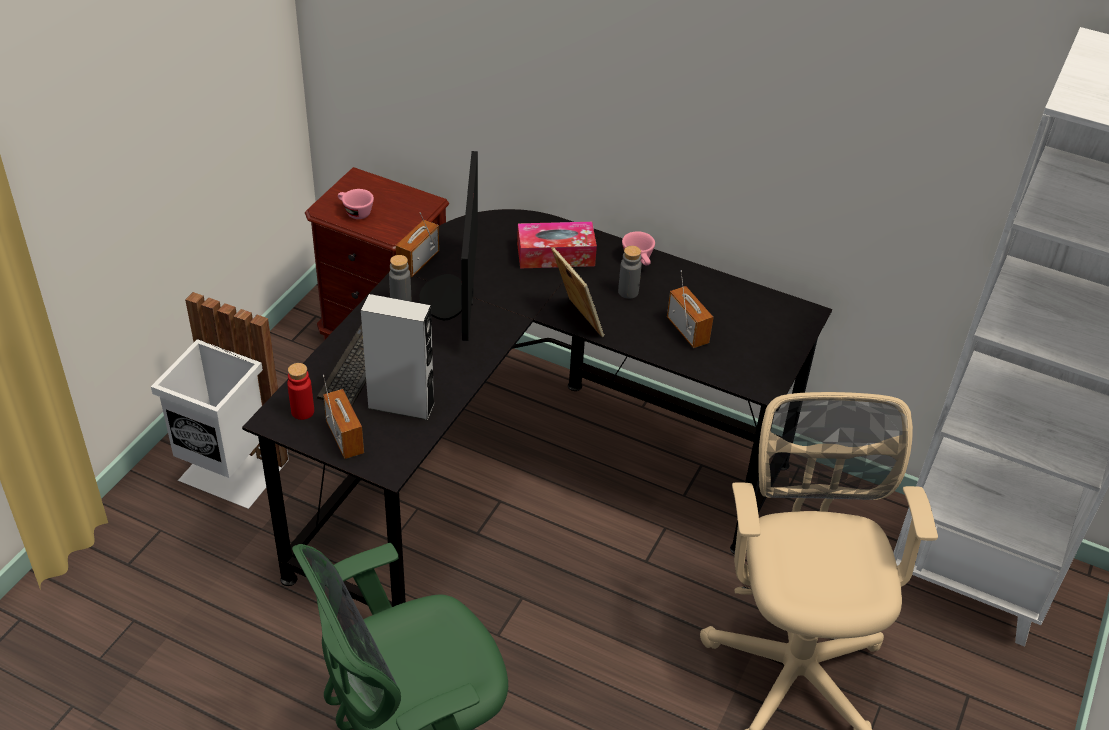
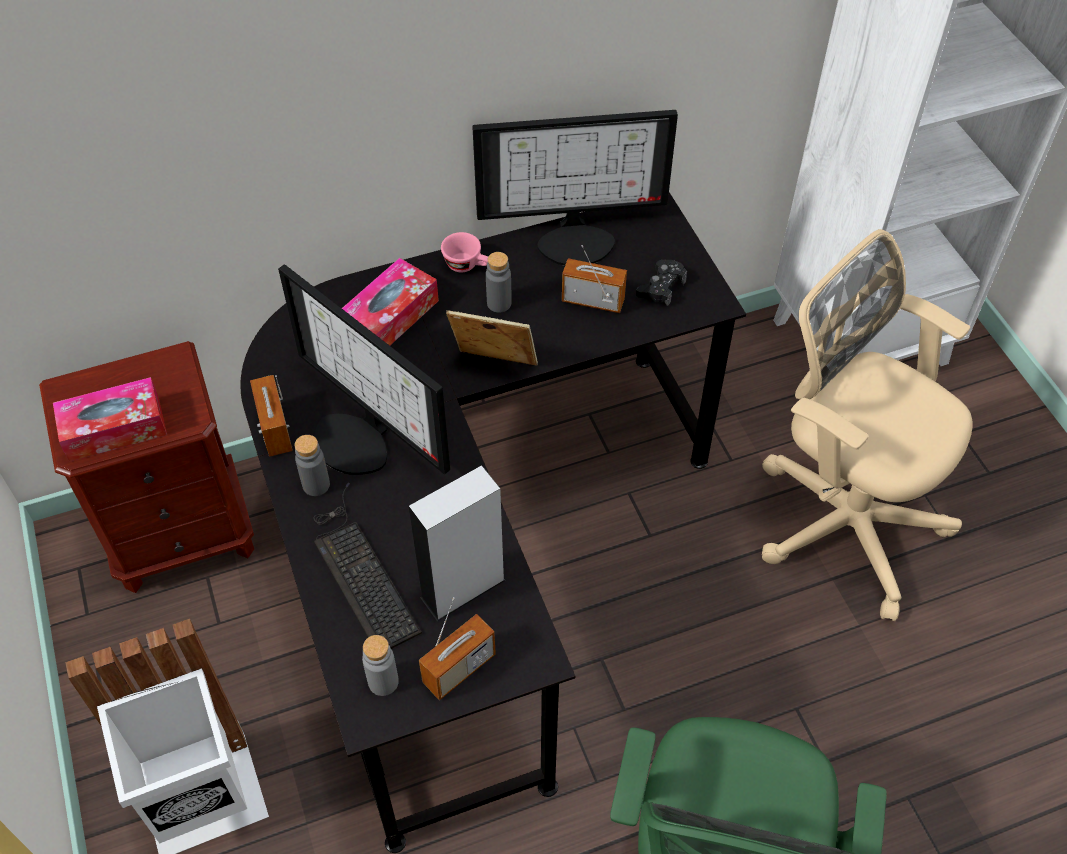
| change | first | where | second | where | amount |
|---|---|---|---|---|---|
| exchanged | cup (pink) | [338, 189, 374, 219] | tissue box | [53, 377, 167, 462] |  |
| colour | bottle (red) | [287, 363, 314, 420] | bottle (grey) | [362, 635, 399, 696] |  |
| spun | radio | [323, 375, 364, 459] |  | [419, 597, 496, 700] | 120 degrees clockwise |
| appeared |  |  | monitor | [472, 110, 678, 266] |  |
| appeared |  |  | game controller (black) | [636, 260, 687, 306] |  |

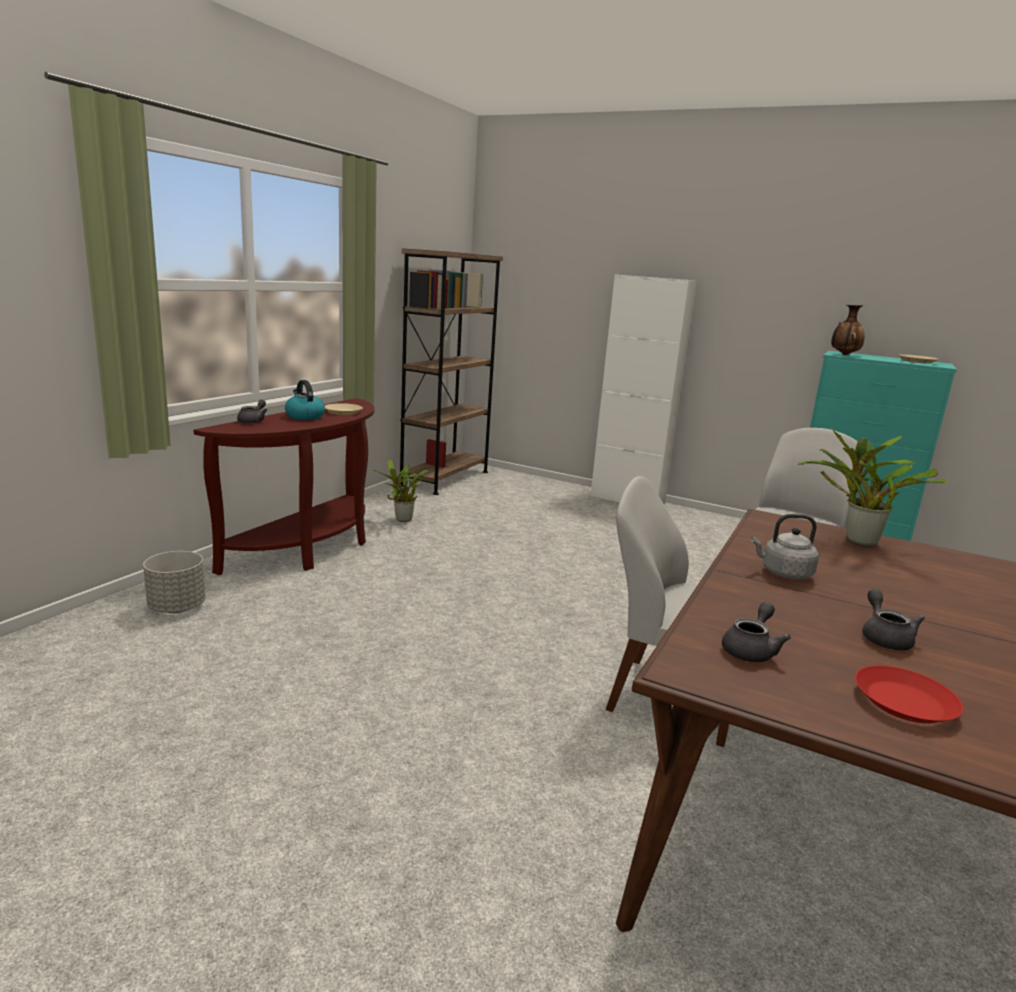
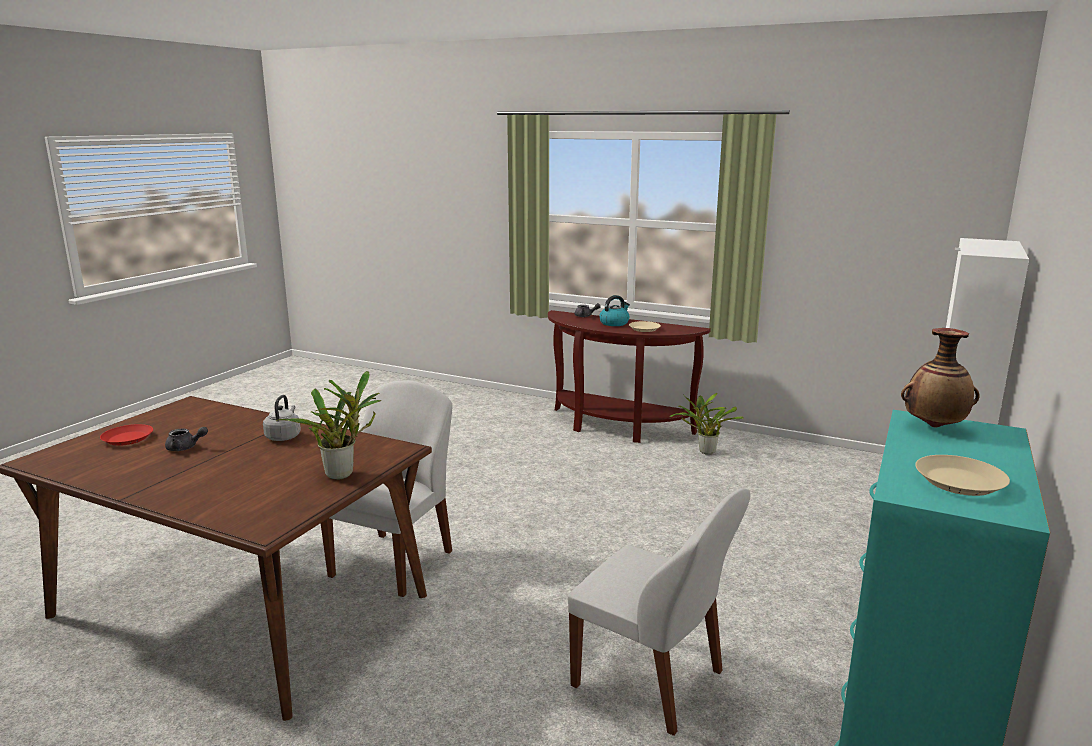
| change | first | where | second | where | amount |
|---|---|---|---|---|---|
| missing | planter (grey) | [143, 551, 206, 613] |  |  |  |
| missing | bookcase (brown) | [400, 248, 503, 495] |  |  |  |
| missing | teapot (grey) | [722, 602, 791, 662] |  |  |  |

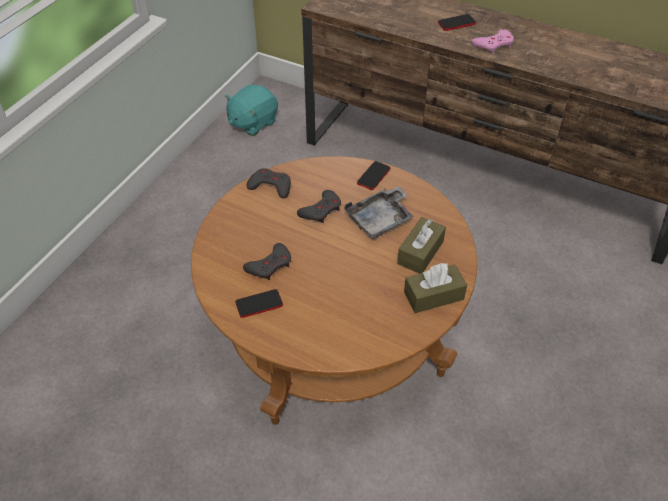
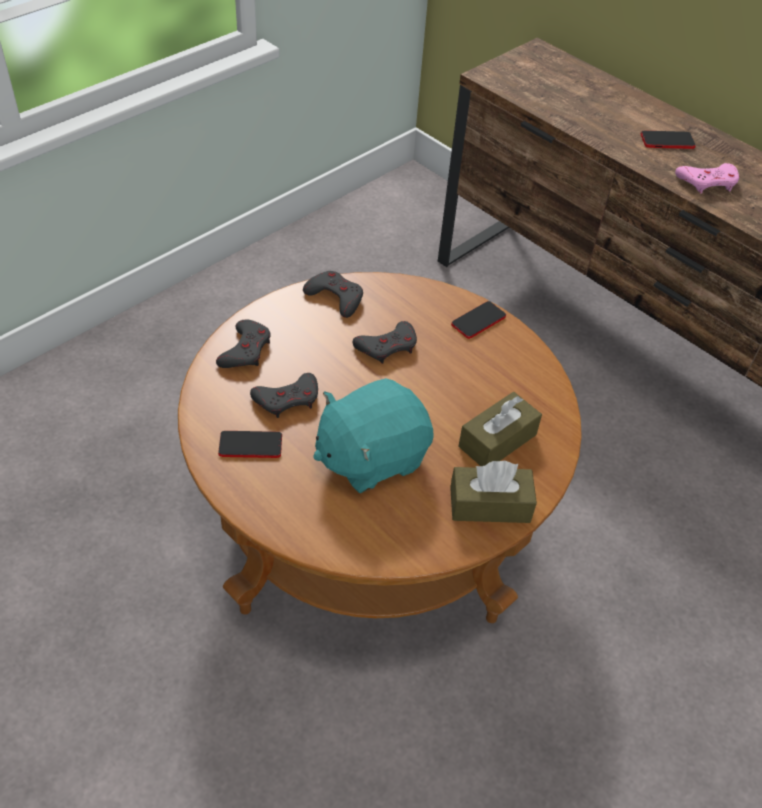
| change | first | where | second | where | amount |
|---|---|---|---|---|---|
| appeared |  |  | game controller (grey) | [216, 320, 270, 368] |  |
| relocated | plush toy (turquoise) | [225, 84, 278, 136] |  | [313, 378, 434, 493] |  |
| missing | tray (grey) | [345, 186, 414, 239] |  |  |  |

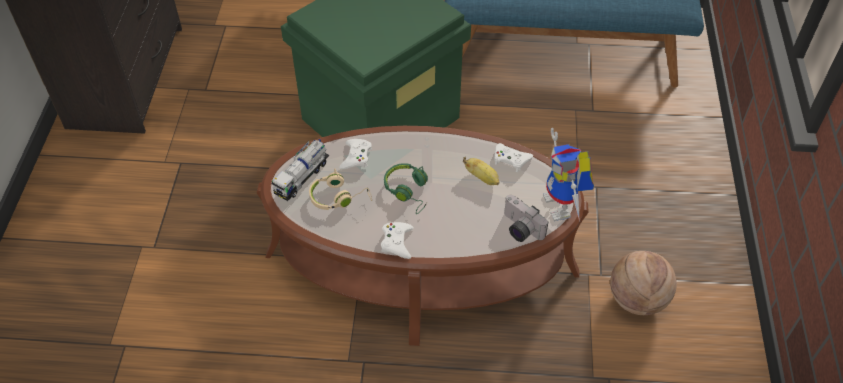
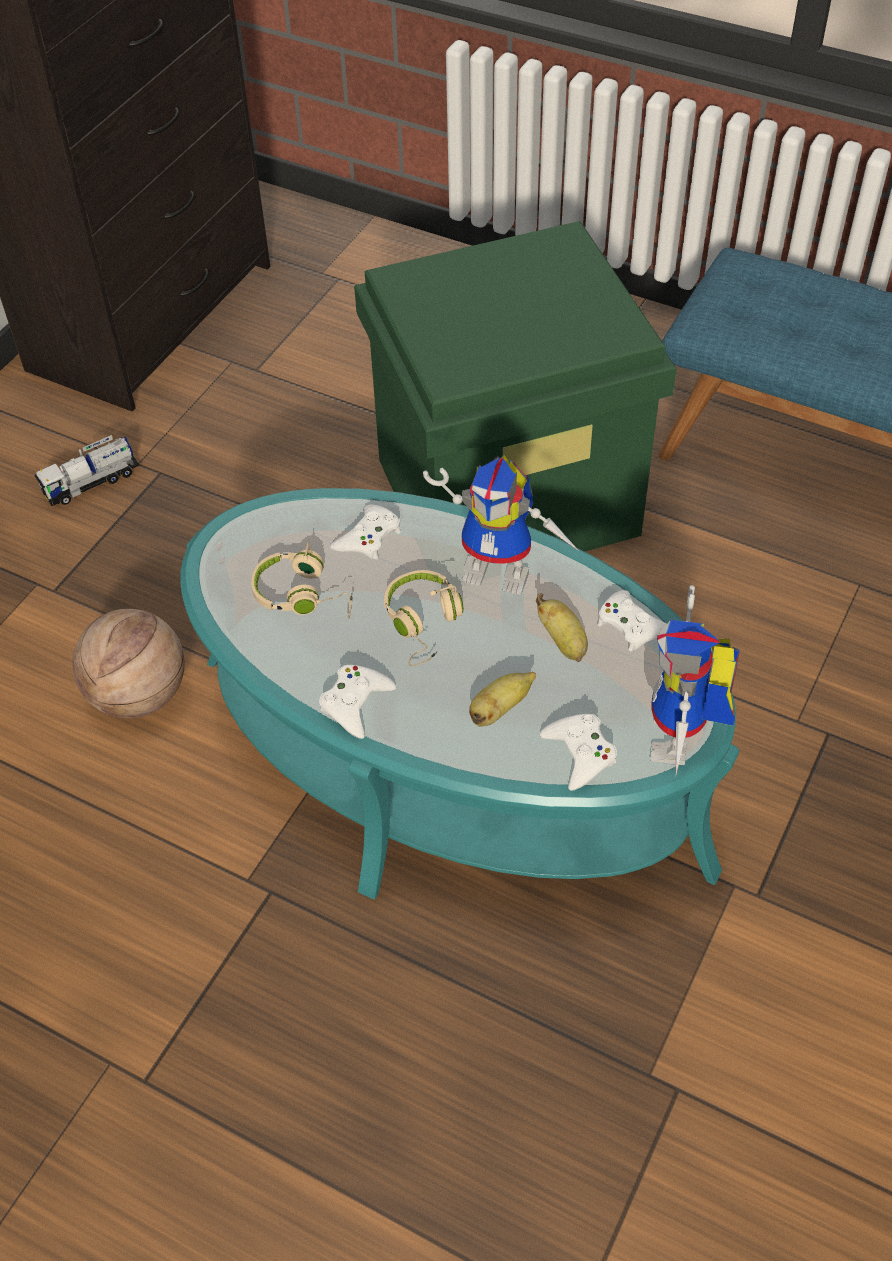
| change | first | where | second | where | amount |
|---|---|---|---|---|---|
| relocated | toy truck | [271, 139, 329, 201] |  | [35, 435, 140, 506] |  |
| relocated | basketball | [610, 251, 677, 315] |  | [72, 609, 185, 718] |  |
| colour | coffee table (brown) | [257, 126, 589, 346] | coffee table (turquoise) | [180, 488, 739, 900] |  |
| colour | headphones (green) | [384, 163, 428, 214] | headphones (beige) | [384, 570, 463, 666] |  |
| appeared |  |  | toy robot | [423, 455, 580, 595] |  |
| appeared |  |  | banana | [469, 672, 536, 727] |  |
| exchanged | photo camera | [504, 195, 548, 242] | game controller (white) | [540, 714, 617, 791] |  |

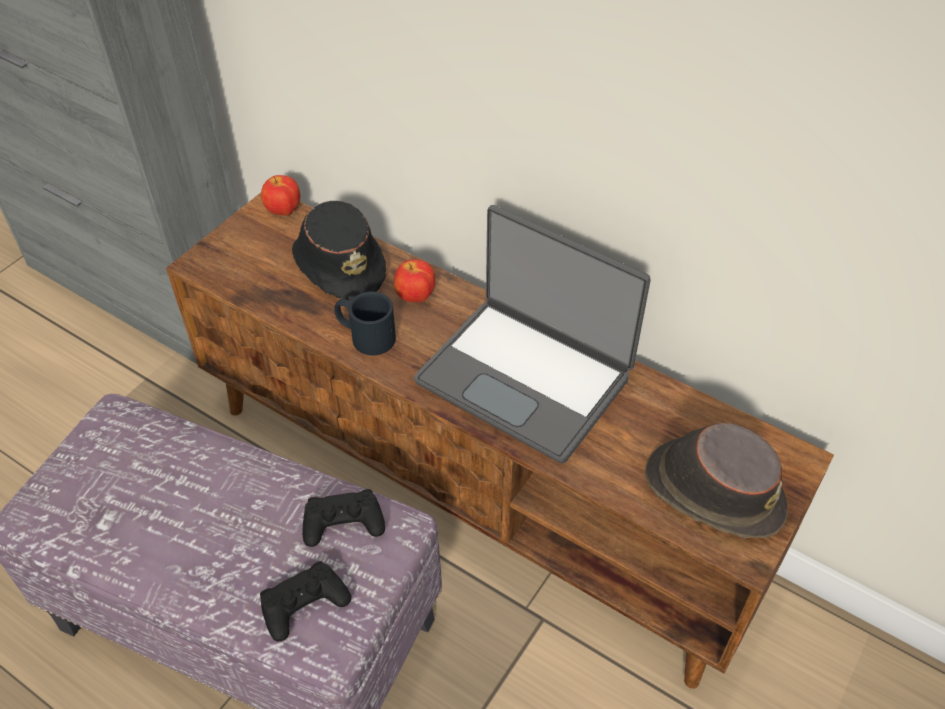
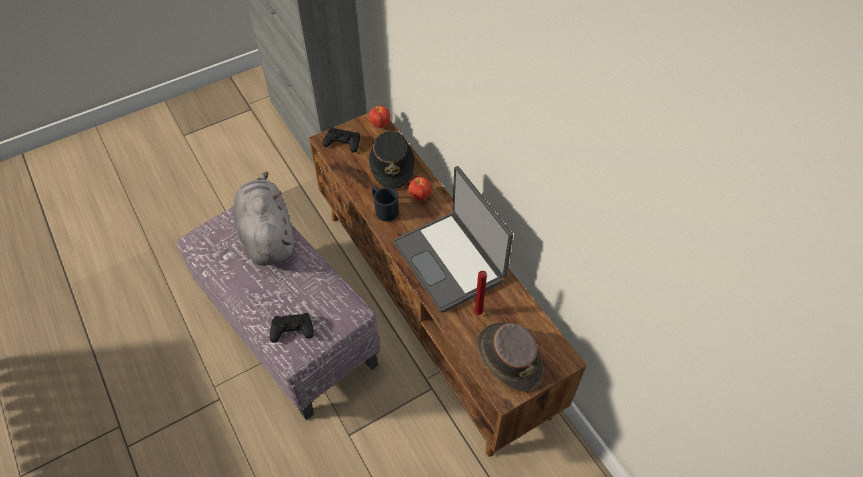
| change | first | where | second | where | amount |
|---|---|---|---|---|---|
| appeared |  |  | plush toy (grey) | [233, 172, 293, 266] |  |
| relocated | game controller (black) | [302, 489, 385, 547] |  | [322, 128, 360, 152] |  |
| appeared |  |  | candle (red) | [474, 271, 487, 315] |  |

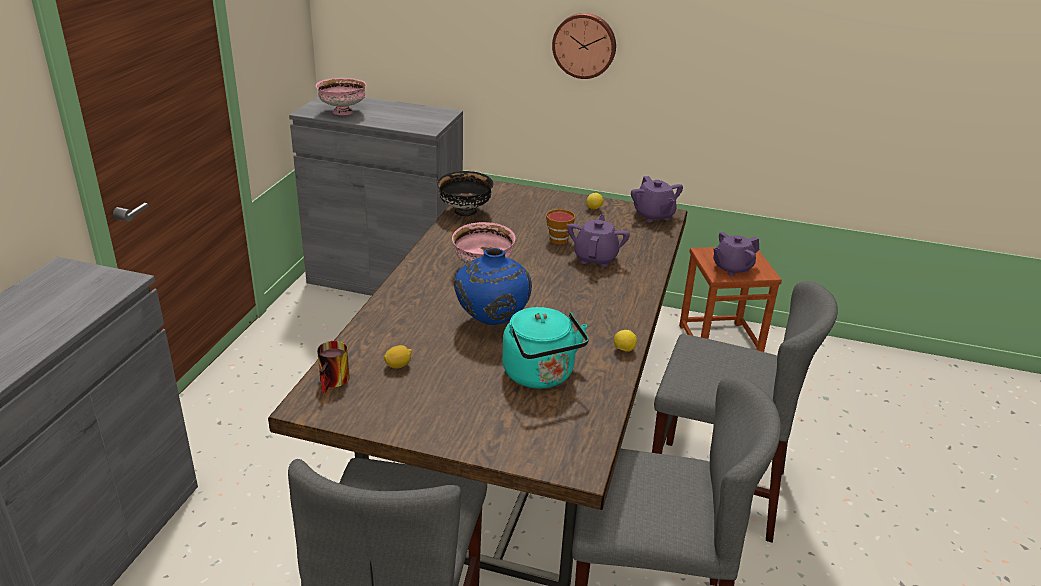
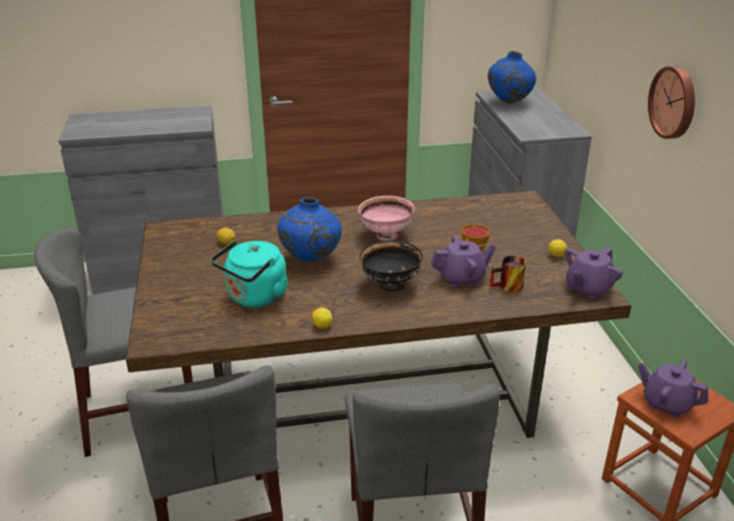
| change | first | where | second | where | amount |
|---|---|---|---|---|---|
| relocated | bowl (black) | [437, 171, 493, 216] |  | [359, 240, 423, 292] |  |
| exchanged | bowl (pink) | [316, 78, 367, 115] | vase (blue) | [488, 51, 536, 104] |  |
| relocated | mug | [317, 341, 350, 394] |  | [490, 255, 526, 292] |  |

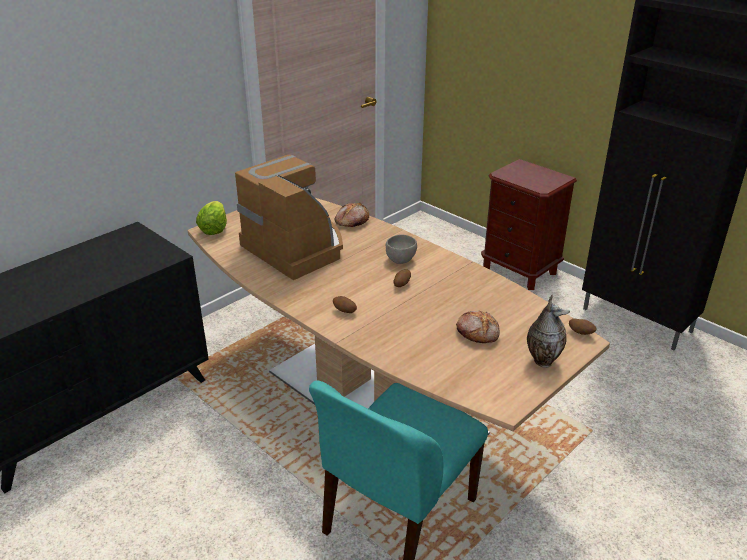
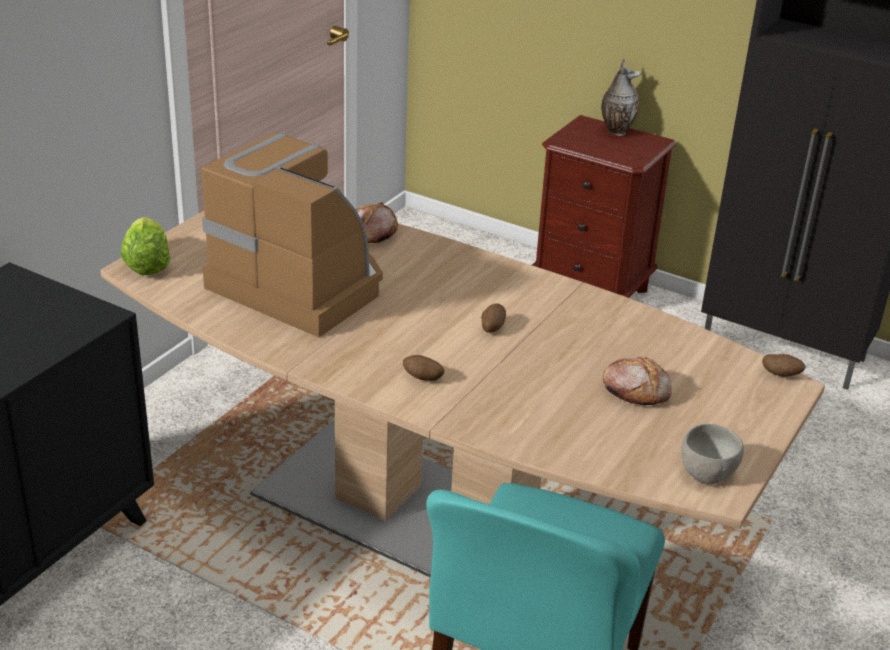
| change | first | where | second | where | amount |
|---|---|---|---|---|---|
| relocated | vase | [527, 295, 570, 368] |  | [601, 59, 642, 136] |  |
| relocated | bowl (grey) | [386, 235, 417, 264] |  | [682, 424, 744, 484] |  |

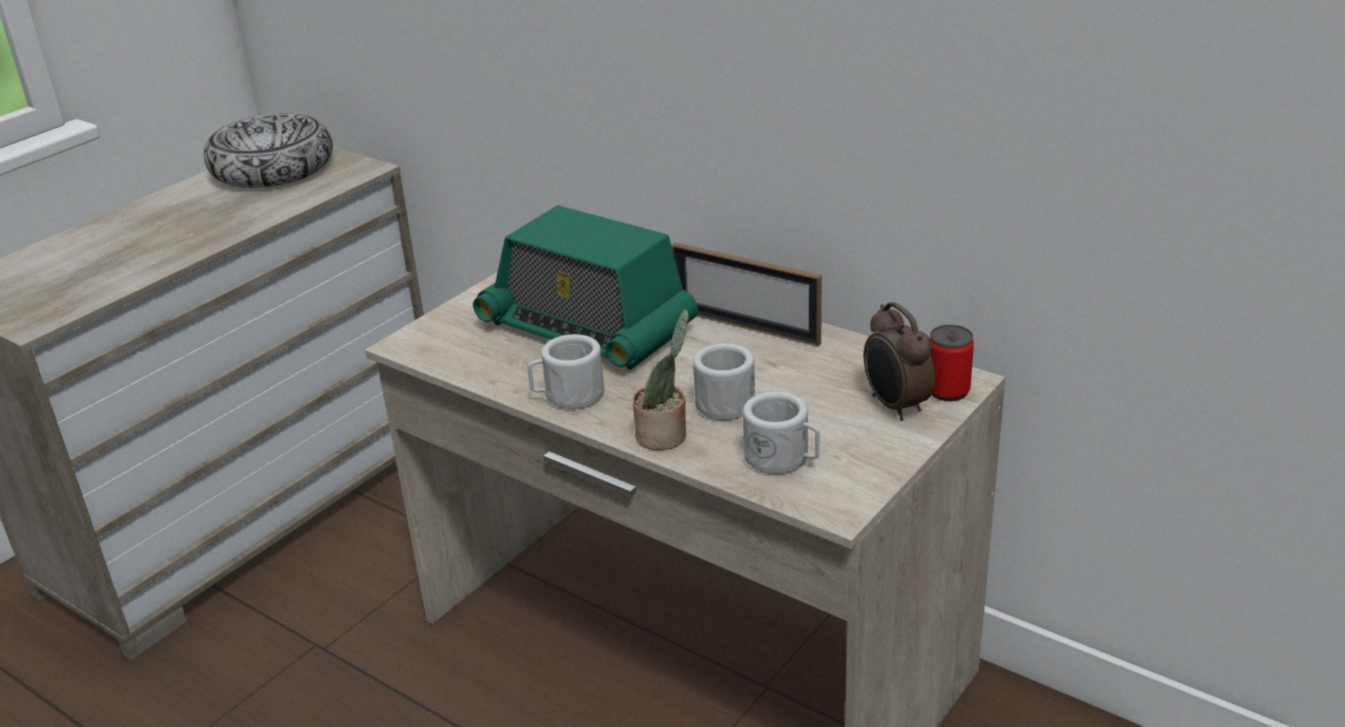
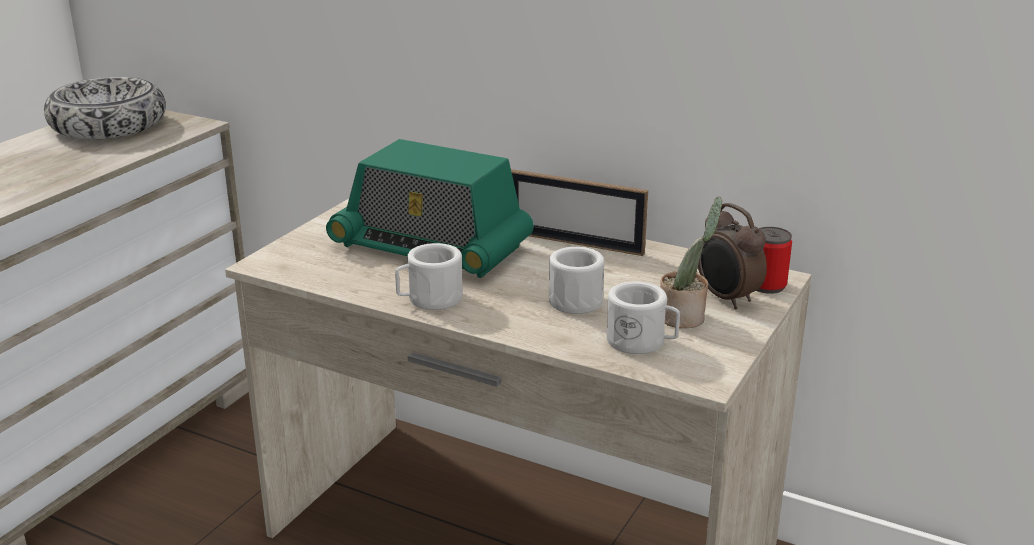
| change | first | where | second | where | amount |
|---|---|---|---|---|---|
| relocated | potted plant | [633, 310, 689, 450] |  | [660, 197, 722, 328] |  |

